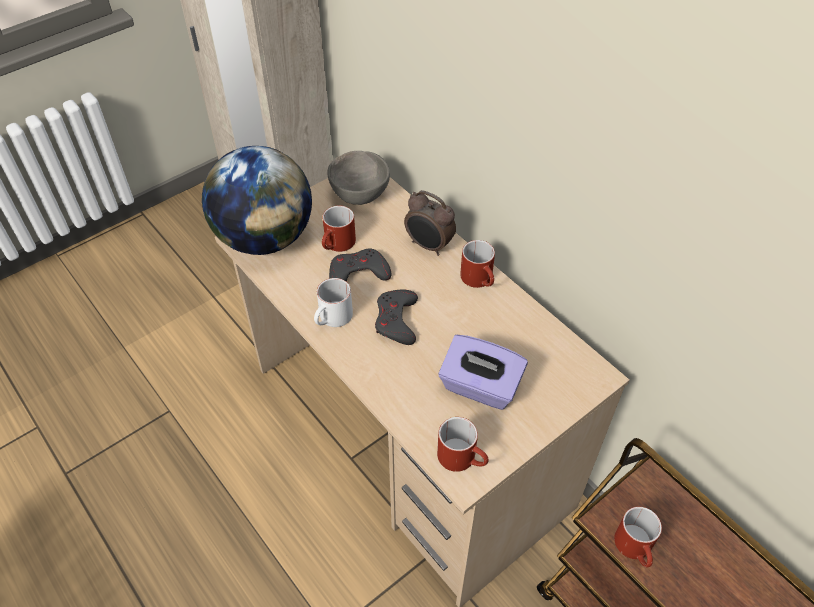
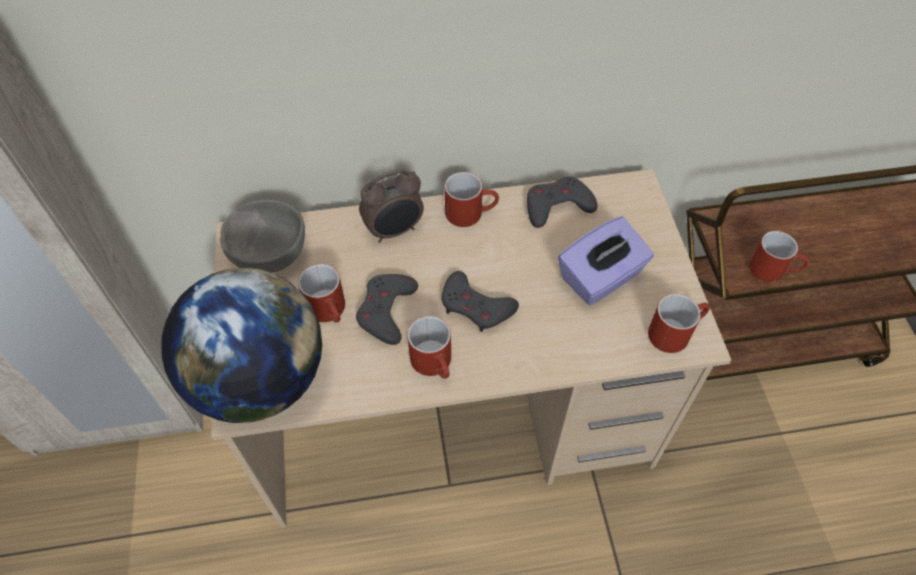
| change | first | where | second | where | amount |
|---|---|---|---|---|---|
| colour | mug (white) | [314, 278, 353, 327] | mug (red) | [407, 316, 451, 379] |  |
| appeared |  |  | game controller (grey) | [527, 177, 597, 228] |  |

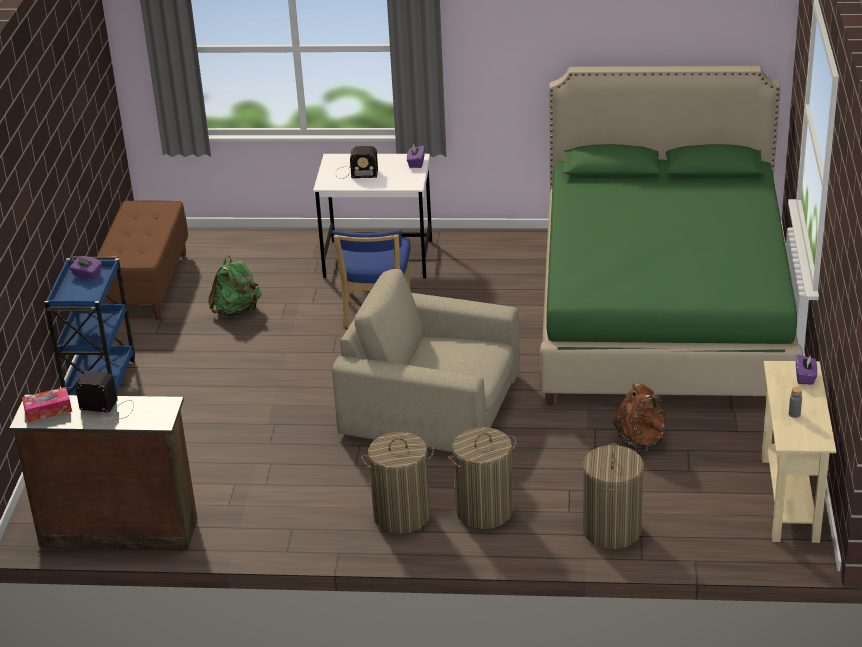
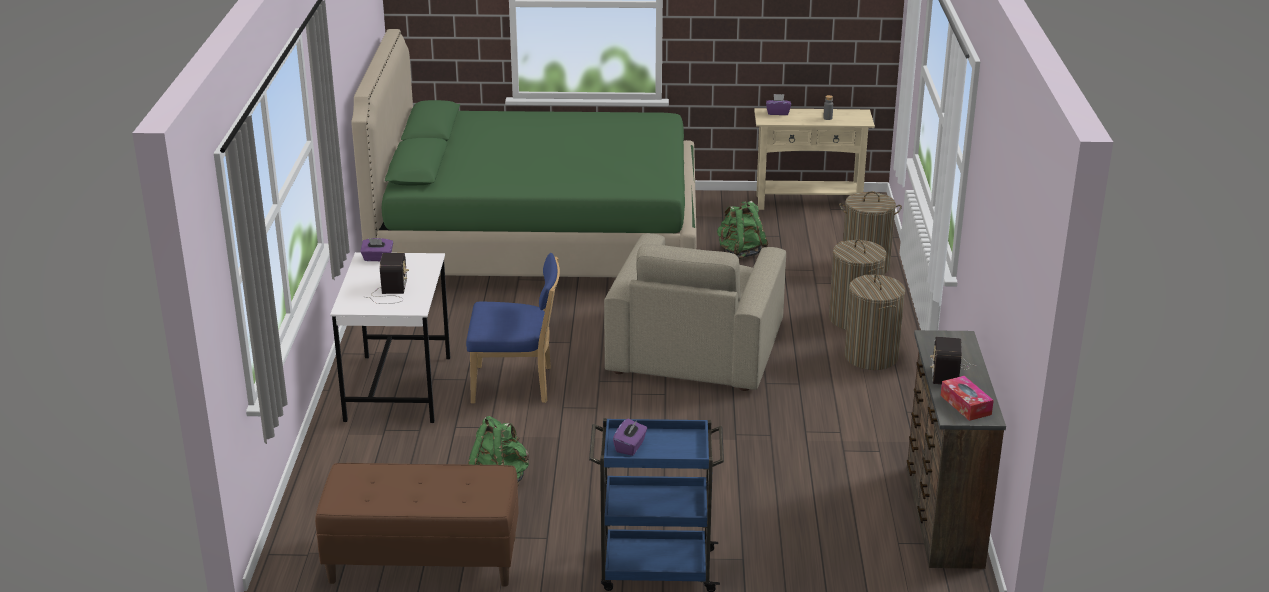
| change | first | where | second | where | amount |
|---|---|---|---|---|---|
| colour | backpack (brown) | [613, 384, 666, 452] | backpack (green) | [717, 201, 768, 259] |  |

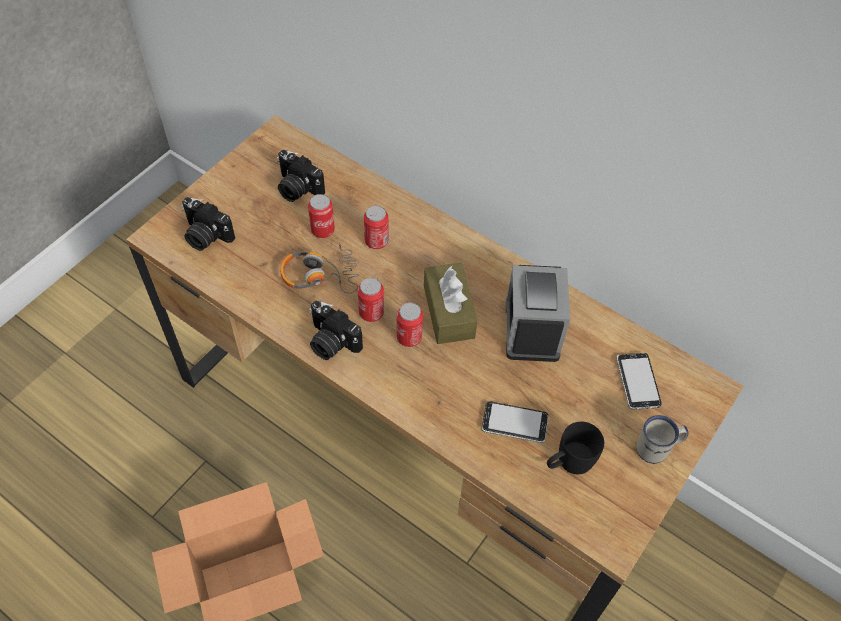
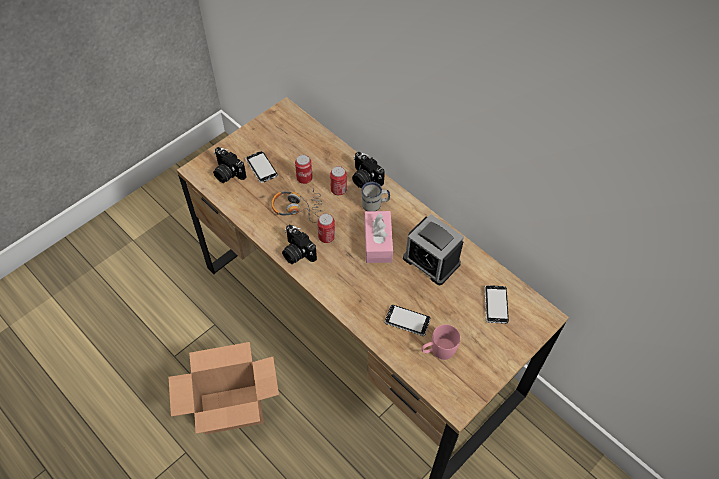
| change | first | where | second | where | amount |
|---|---|---|---|---|---|
| appeared |  |  | phone | [245, 151, 278, 183] |  |
| relocated | photo camera | [277, 150, 325, 202] |  | [352, 152, 385, 188] |  |
| relocated | mug (white) | [636, 415, 689, 464] |  | [361, 182, 390, 211] |  |
| colour | tissue box (brown) | [424, 263, 478, 344] | tissue box (pink) | [364, 211, 393, 263] |  |
| spun | alarm clock | [506, 265, 570, 362] |  | [403, 214, 464, 285] | 60 degrees counterclockwise |
| colour | mug (black) | [547, 422, 604, 474] | mug (pink) | [421, 324, 460, 360] |  |
| missing | can | [396, 302, 423, 347] |  |  |  |

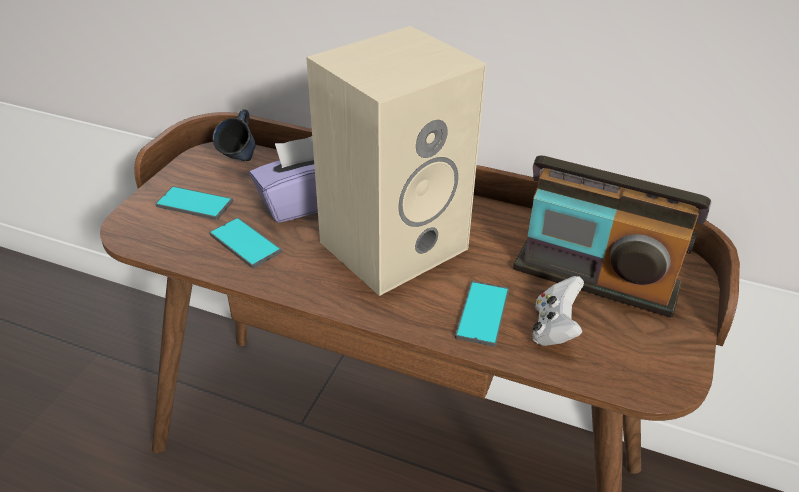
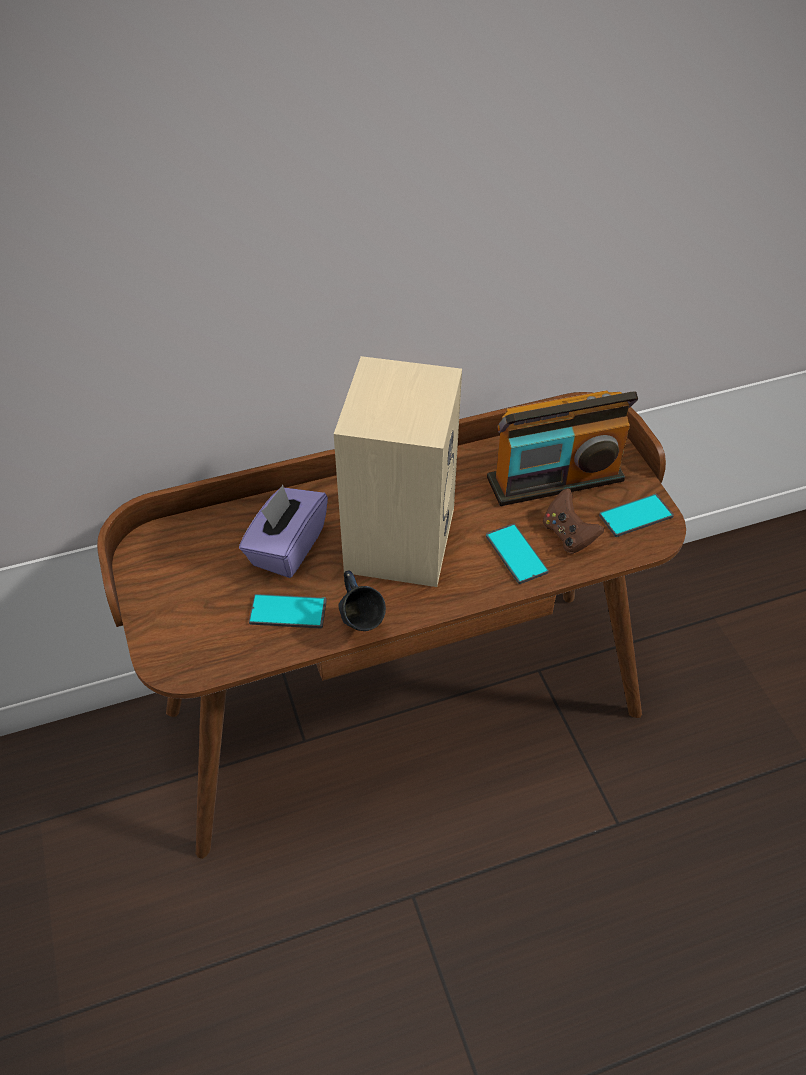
| change | first | where | second | where | amount |
|---|---|---|---|---|---|
| relocated | mug (blue) | [212, 109, 255, 161] |  | [338, 570, 386, 631] |  |
| colour | game controller (white) | [532, 276, 584, 346] | game controller (brown) | [543, 489, 604, 554] |  |
| relocated | phone | [155, 186, 233, 220] |  | [599, 494, 674, 537] |  |

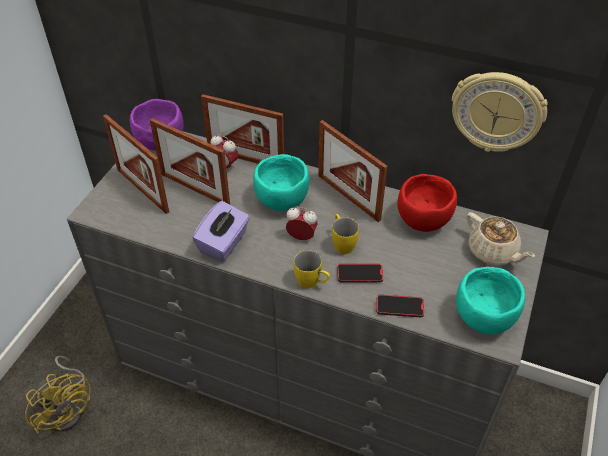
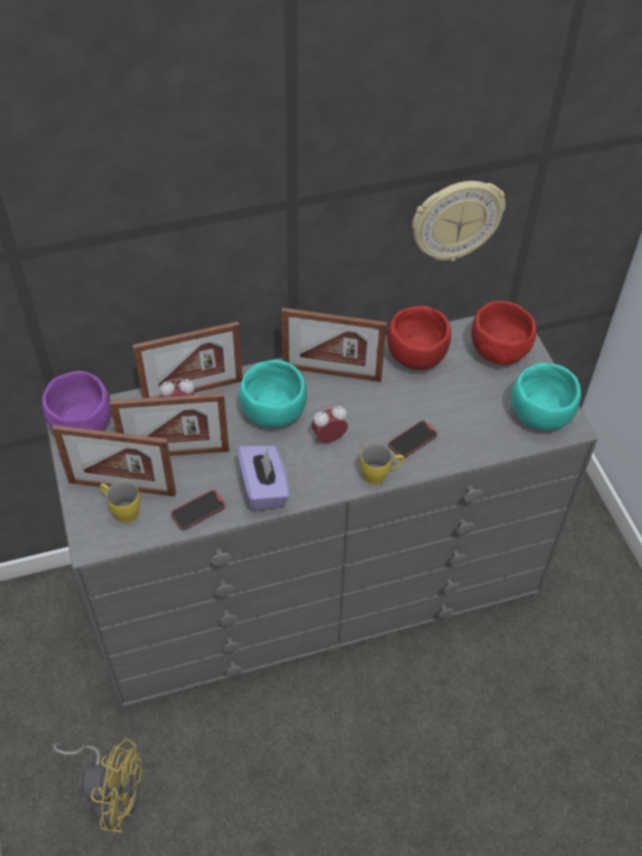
| change | first | where | second | where | amount |
|---|---|---|---|---|---|
| relocated | mug (yellow) | [332, 214, 359, 254] |  | [99, 481, 140, 523] |  |
| relocated | phone | [376, 295, 424, 317] |  | [171, 490, 226, 530] |  |
| exchanged | teapot (beige) | [466, 212, 535, 265] | bowl (red) | [471, 301, 537, 365] |  |

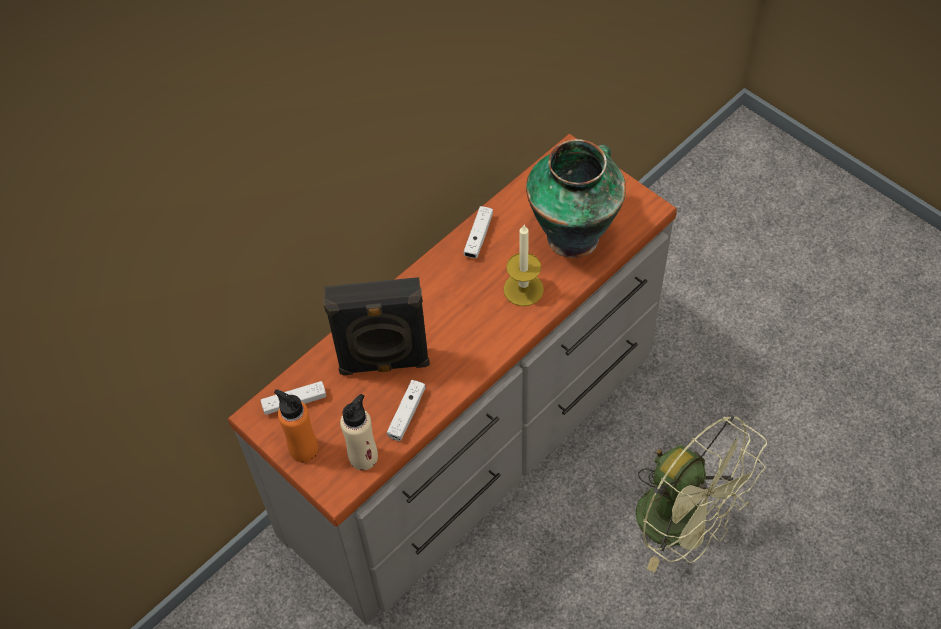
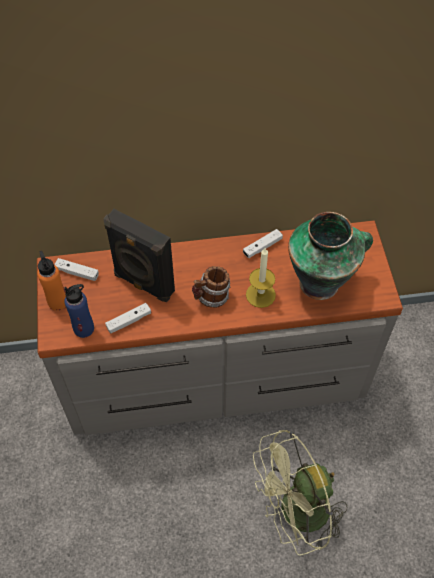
| change | first | where | second | where | amount |
|---|---|---|---|---|---|
| colour | bottle (beige) | [340, 394, 378, 470] | bottle (blue) | [64, 284, 94, 338] |  |
| appeared |  |  | mug | [192, 266, 230, 308] |  |
| spun | fan (green) | [636, 415, 767, 572] |  | [253, 430, 347, 556] | 75 degrees clockwise |

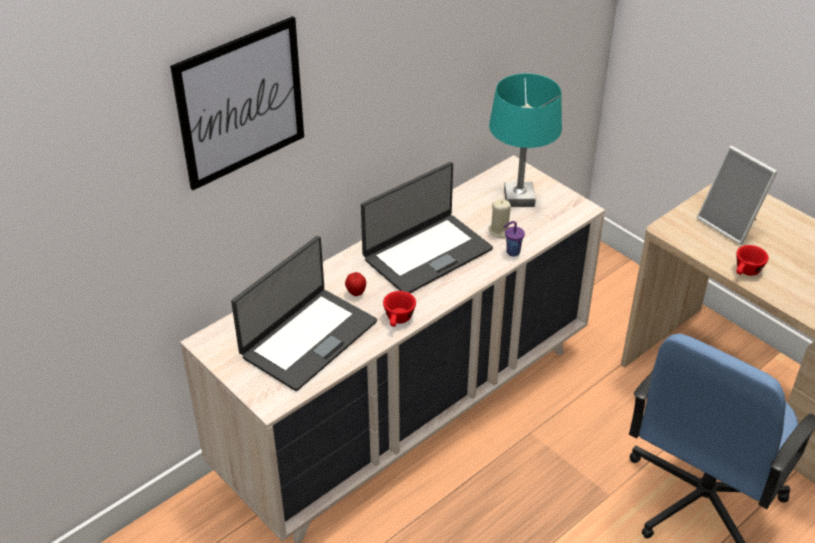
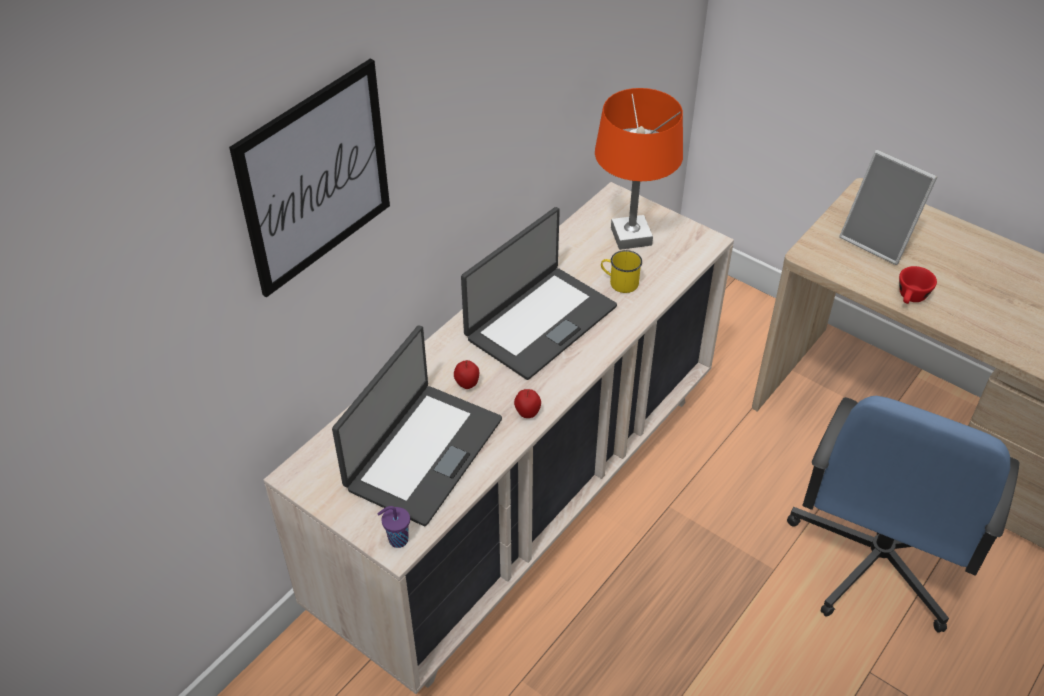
| change | first | where | second | where | amount |
|---|---|---|---|---|---|
| relocated | cup (purple) | [503, 221, 525, 256] |  | [377, 506, 410, 548] |  |
| exchanged | cup (red) | [383, 291, 416, 327] | apple | [514, 389, 541, 418] |  |
| colour | table lamp (turquoise) | [489, 73, 562, 207] | table lamp (orange) | [595, 88, 683, 250] |  |
| exchanged | candle (beige) | [488, 199, 511, 239] | mug (yellow) | [601, 250, 642, 293] |  |

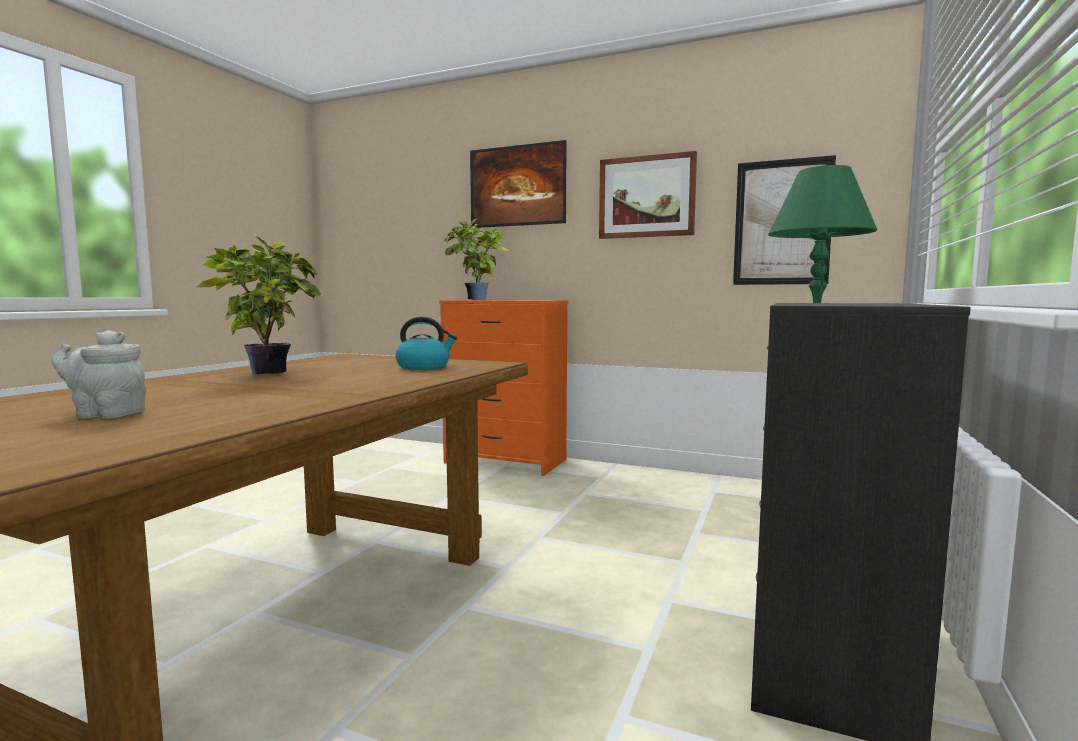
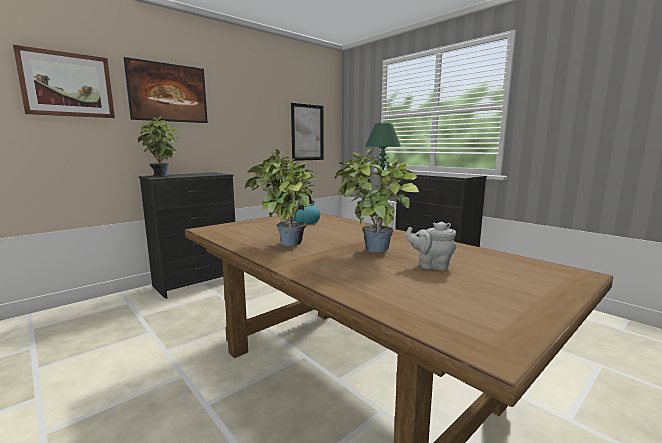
| change | first | where | second | where | amount |
|---|---|---|---|---|---|
| relocated | picture | [599, 151, 697, 239] |  | [13, 45, 115, 118] |  |
| colour | dresser (orange) | [439, 300, 569, 476] | dresser (black) | [139, 172, 235, 299] |  |
| appeared |  |  | potted plant | [335, 149, 419, 252] |  |
| spun | teapot (grey) | [52, 330, 146, 419] |  | [405, 222, 456, 270] | 75 degrees clockwise |

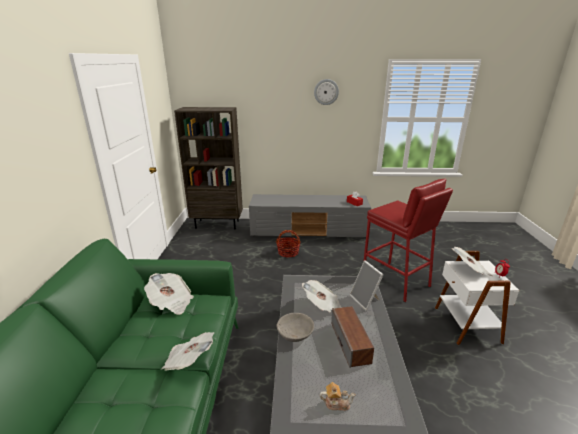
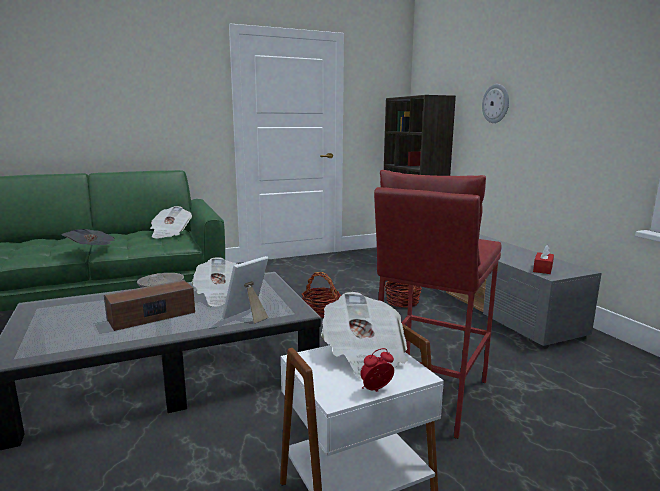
| change | first | where | second | where | amount |
|---|---|---|---|---|---|
| appeared |  |  | basket | [302, 272, 341, 318] |  |
| relocated | wall clock | [314, 79, 339, 105] |  | [482, 84, 509, 123] |  |
| missing | teapot | [320, 382, 356, 411] |  |  |  |

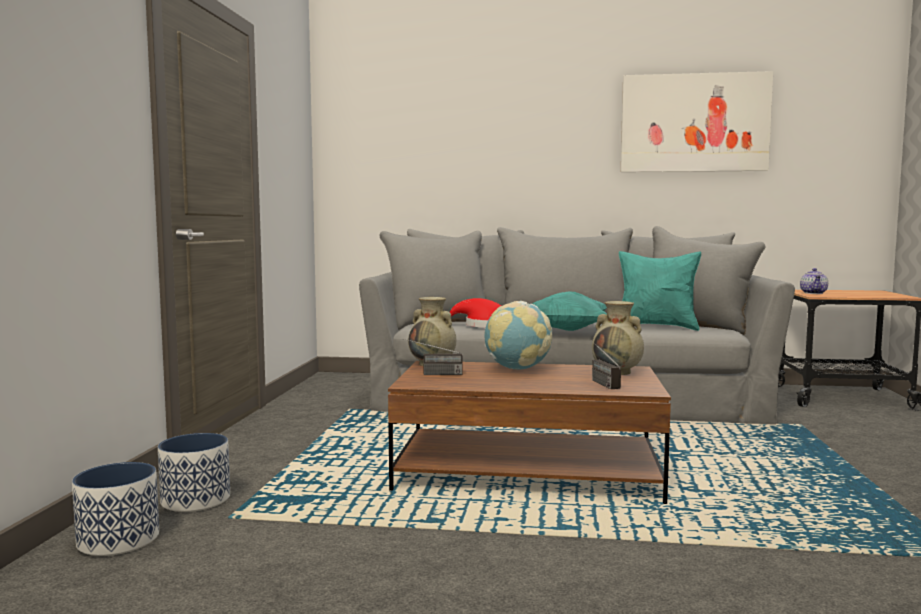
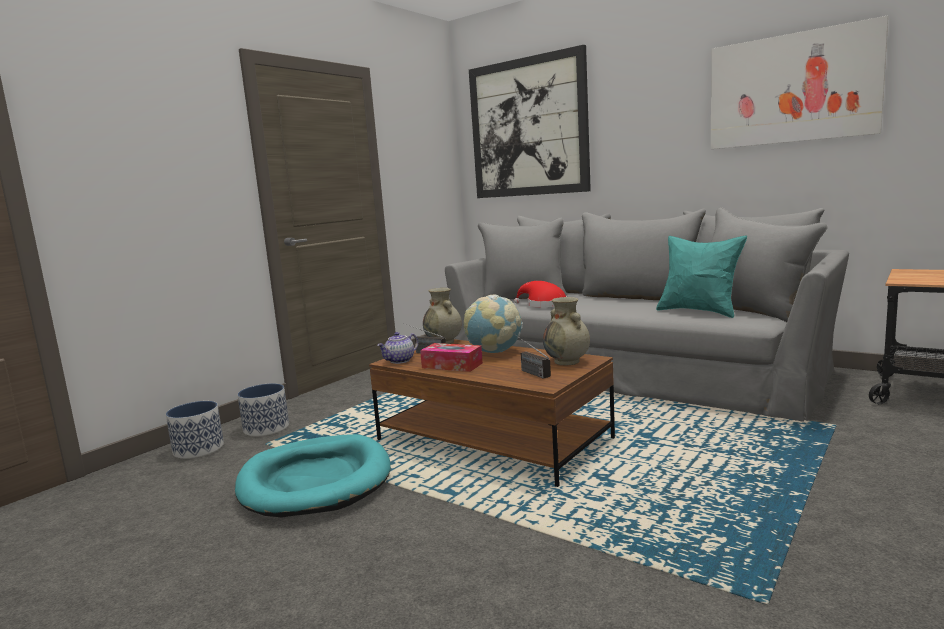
| change | first | where | second | where | amount |
|---|---|---|---|---|---|
| appeared |  |  | dog bed (turquoise) | [235, 434, 391, 518] |  |
| relocated | teapot | [800, 268, 828, 294] |  | [377, 332, 418, 364] |  |
| appeared |  |  | tissue box | [420, 343, 483, 372] |  |
| appeared |  |  | picture | [469, 45, 591, 198] |  |
| spun | radio | [591, 340, 621, 389] |  | [514, 334, 551, 379] | 45 degrees counterclockwise |
| missing | pillow (turquoise) | [532, 292, 607, 331] |  |  |  |

